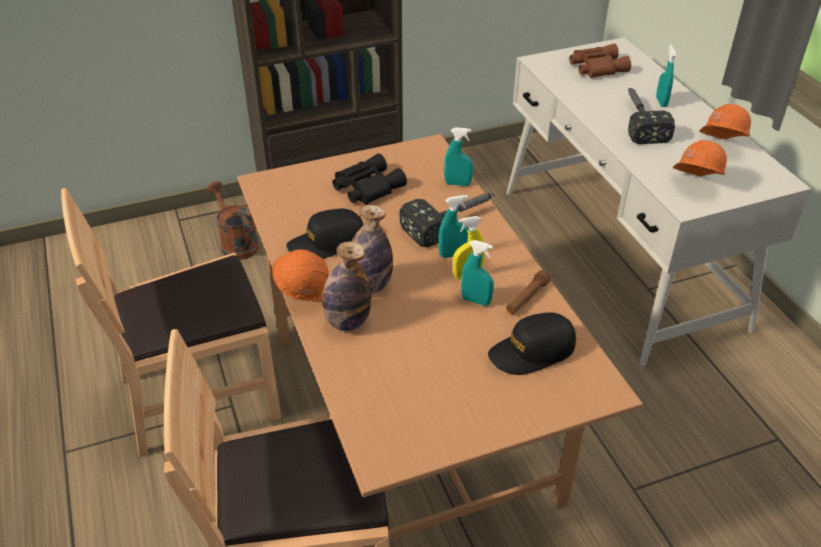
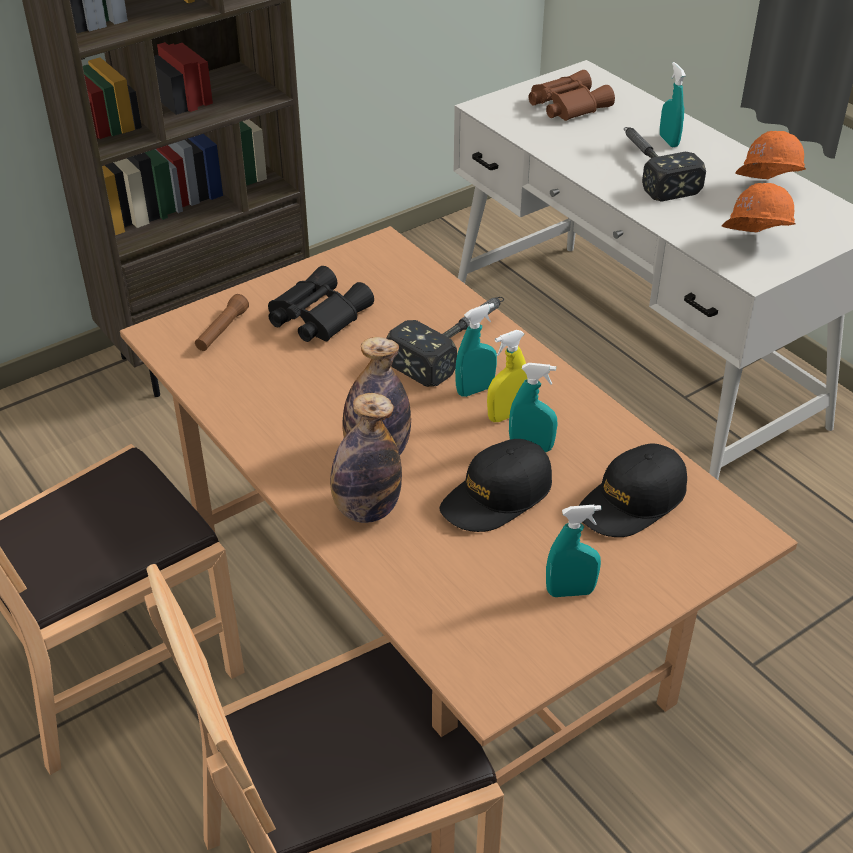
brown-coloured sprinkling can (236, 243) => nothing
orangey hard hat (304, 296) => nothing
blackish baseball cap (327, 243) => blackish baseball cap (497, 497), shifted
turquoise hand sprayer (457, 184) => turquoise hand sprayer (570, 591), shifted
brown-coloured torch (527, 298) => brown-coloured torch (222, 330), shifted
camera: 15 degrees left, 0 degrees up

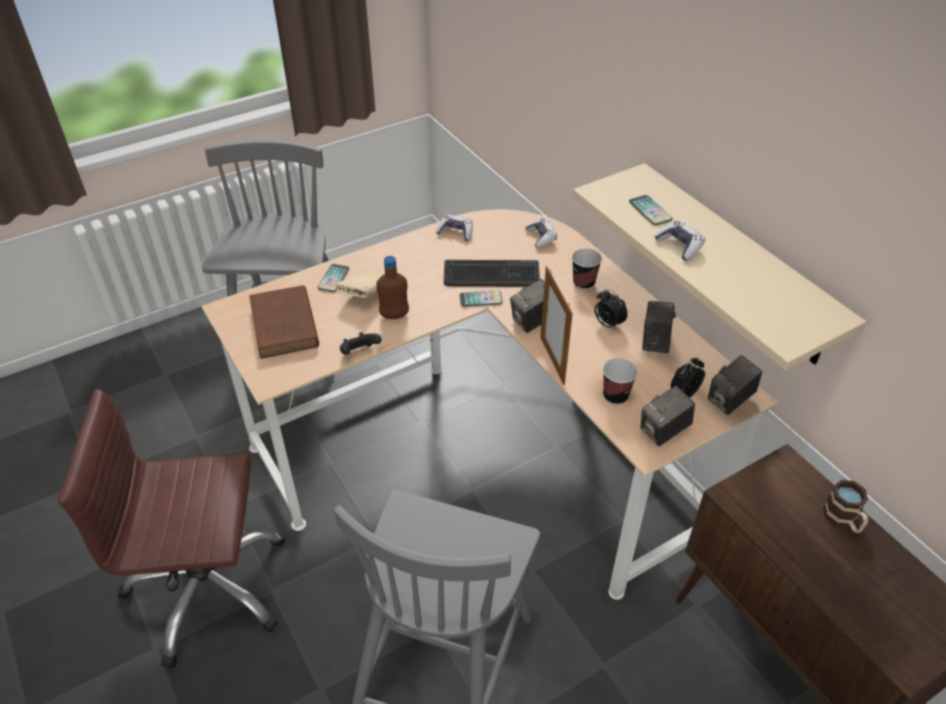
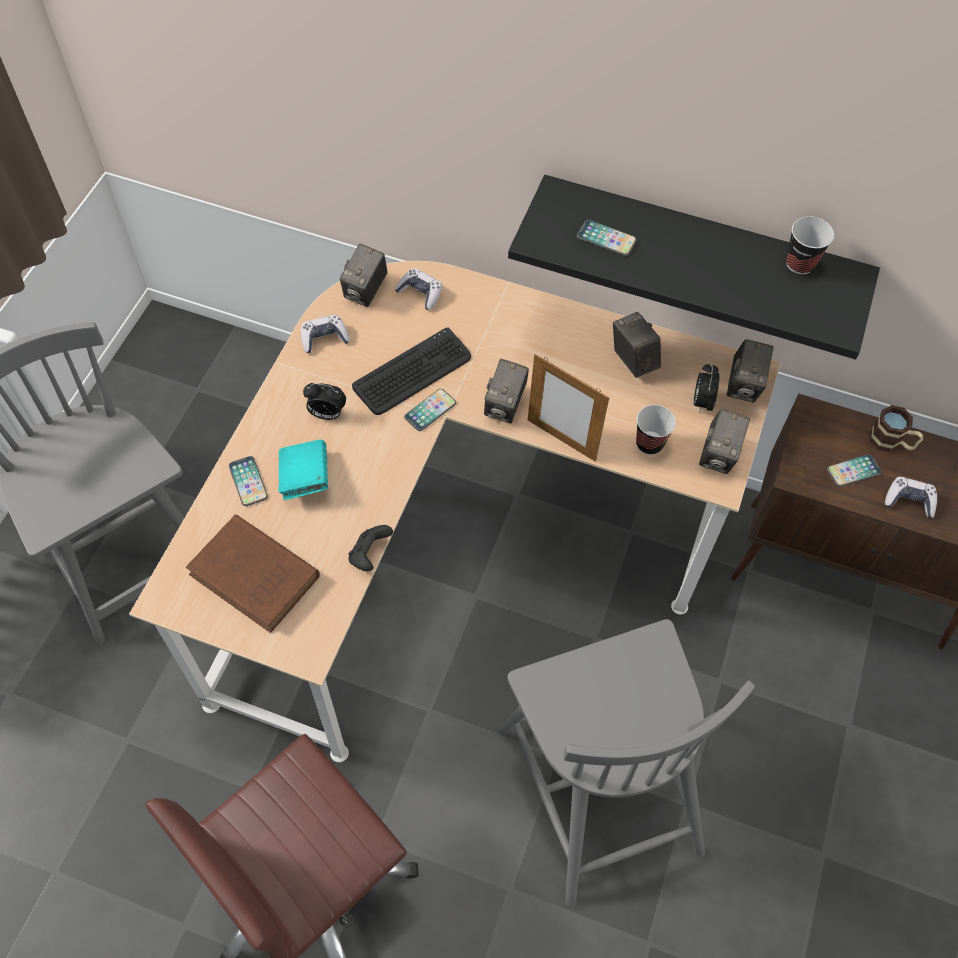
brown-coloured bottle (394, 315) => nothing
nothing => photo camera (365, 291)
nothing => handset (853, 471)
cup (583, 283) => cup (800, 264), shifted
bedside clock (607, 324) => bedside clock (326, 414), shifted
game controller (679, 246) => game controller (909, 501), shifted
sand-coloured bound book (366, 294) => turquoise bound book (305, 478)
sand-coloured bracket shelf (735, 264) => blackish bracket shelf (699, 250)
camera: 40 degrees left, 15 degrees up

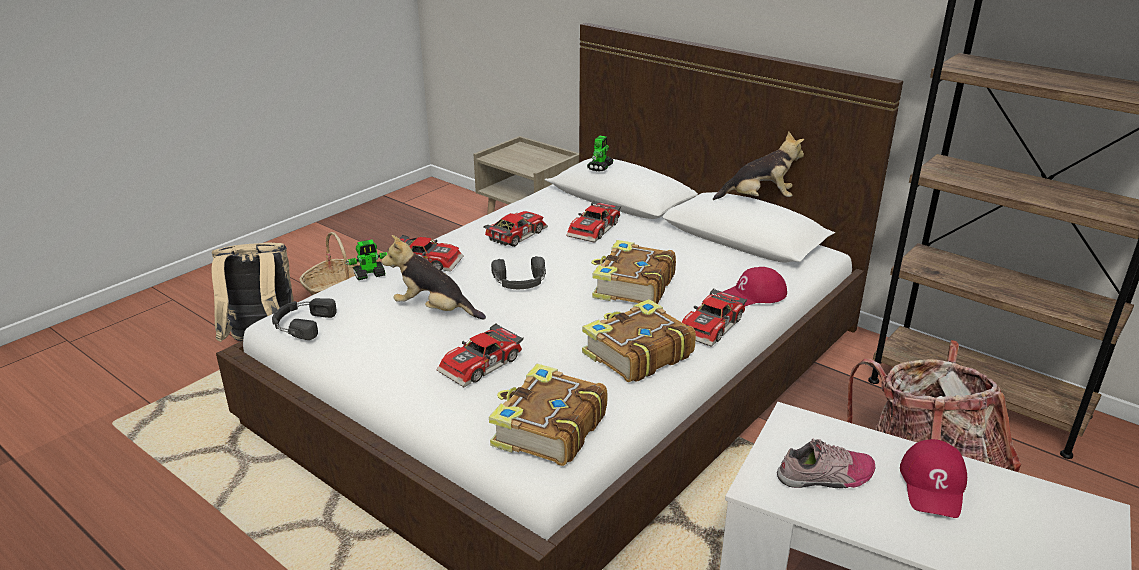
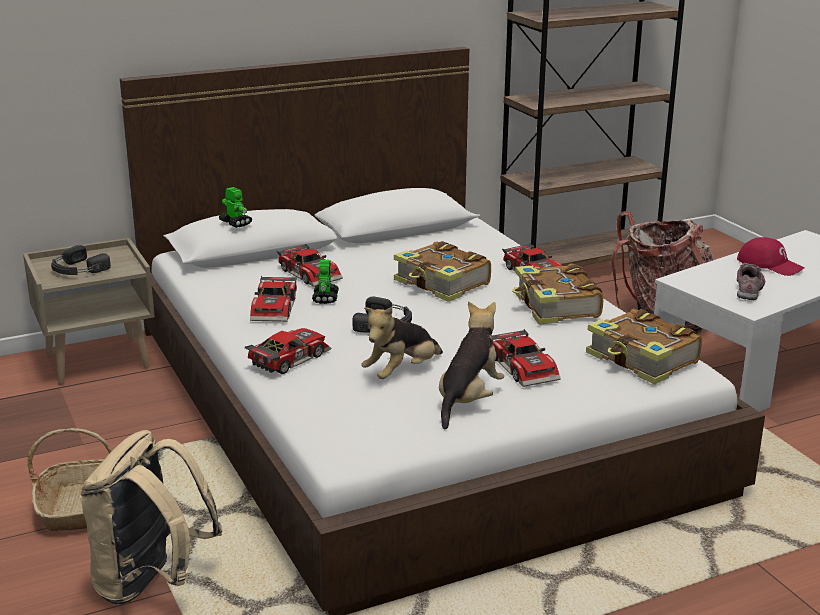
red baseball cap (752, 295) => nothing
blackish pair of headphones (301, 323) => blackish pair of headphones (77, 269), shifted
toy robot (370, 275) => toy robot (325, 298), shifted
soft toy (759, 199) => soft toy (468, 400), shifted
miniature car (515, 234) => miniature car (276, 308), 150 degrees counterclockwise
camera: 65 degrees left, 5 degrees down

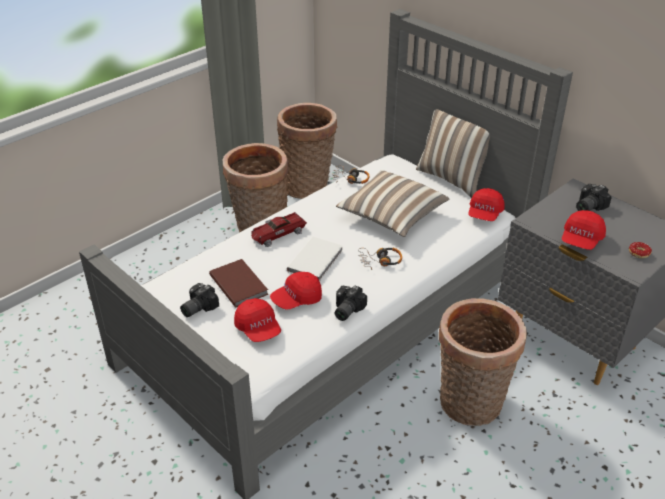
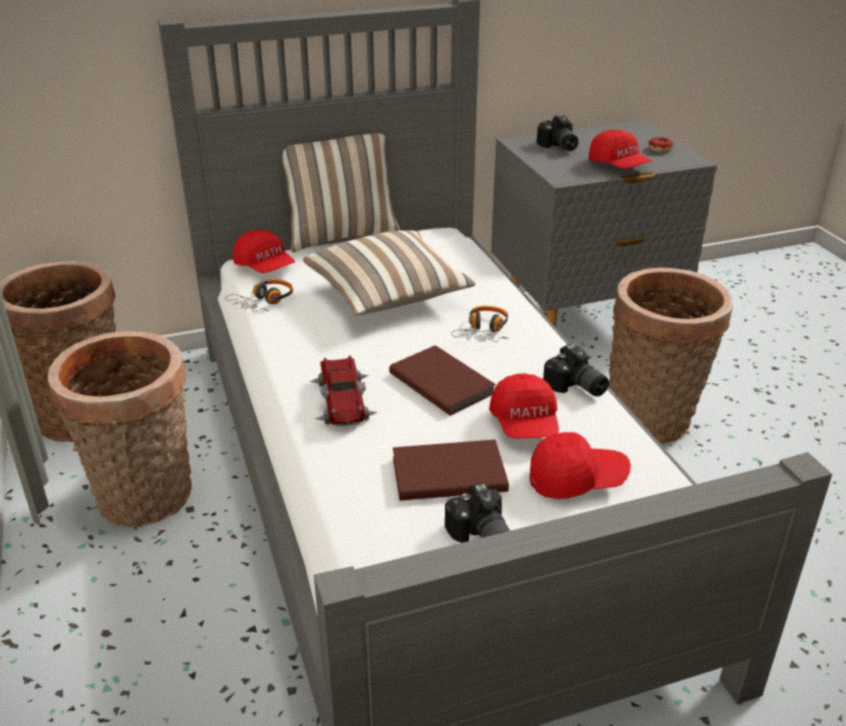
red baseball cap (484, 214) => red baseball cap (265, 266), shifted
white bound book (317, 261) => brown-coloured bound book (442, 382)
camera: 65 degrees left, 5 degrees down

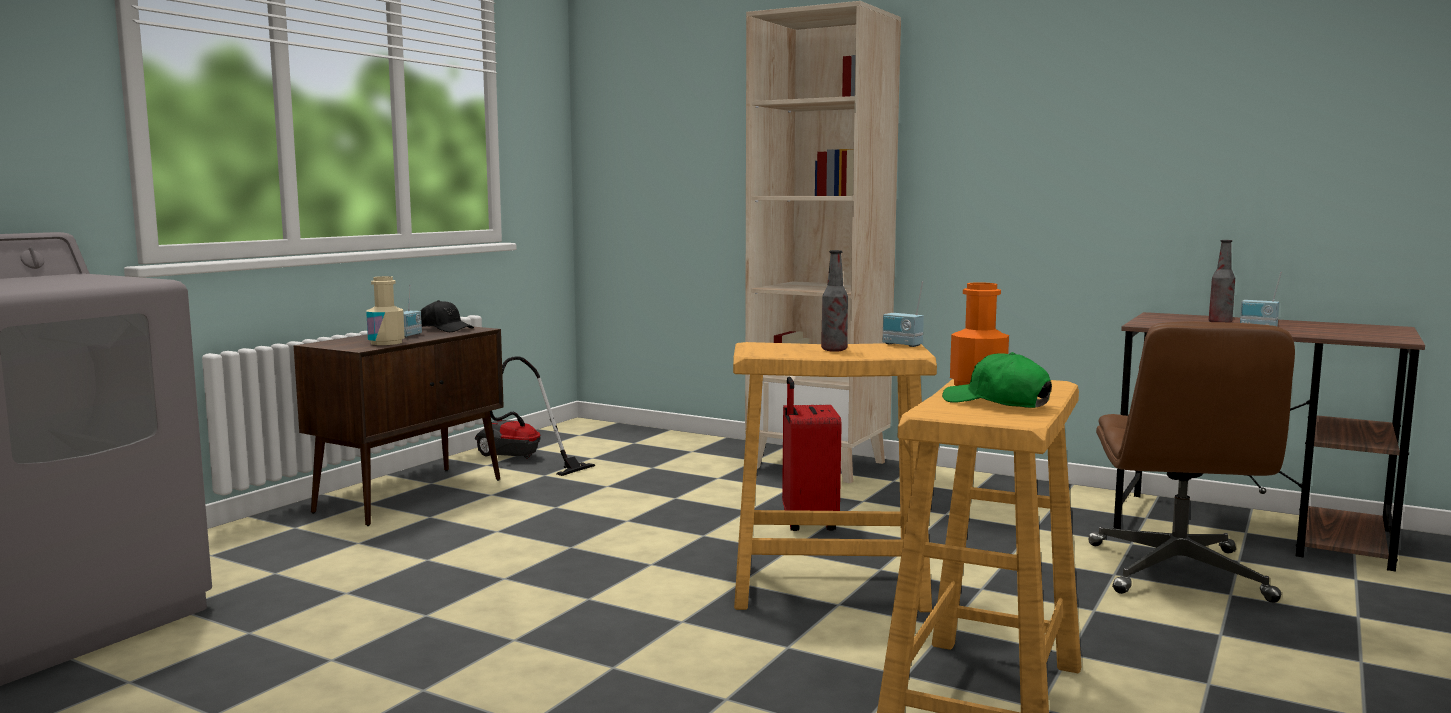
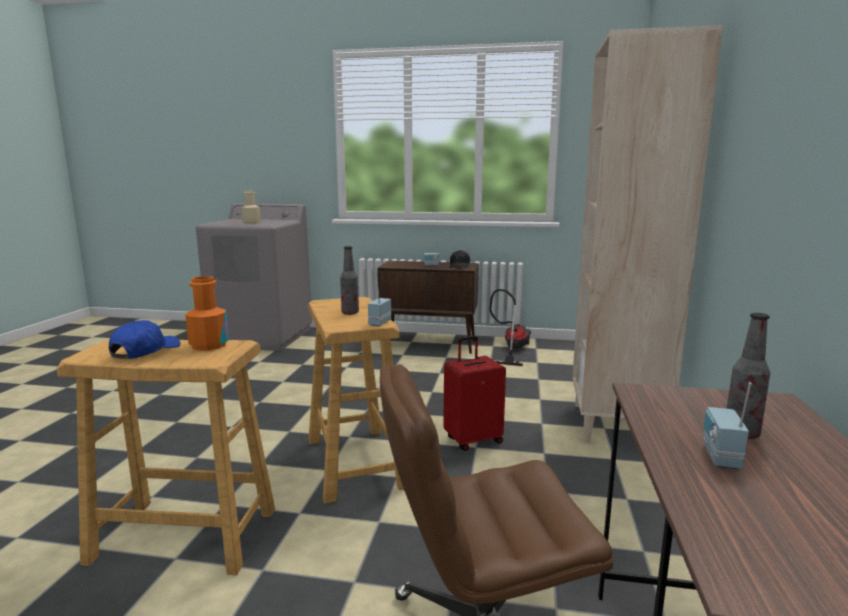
sand-coloured bottle (386, 342) => sand-coloured bottle (251, 223), shifted
green baseball cap (997, 403) => blue-coloured baseball cap (145, 351)
camera: 70 degrees right, 5 degrees up

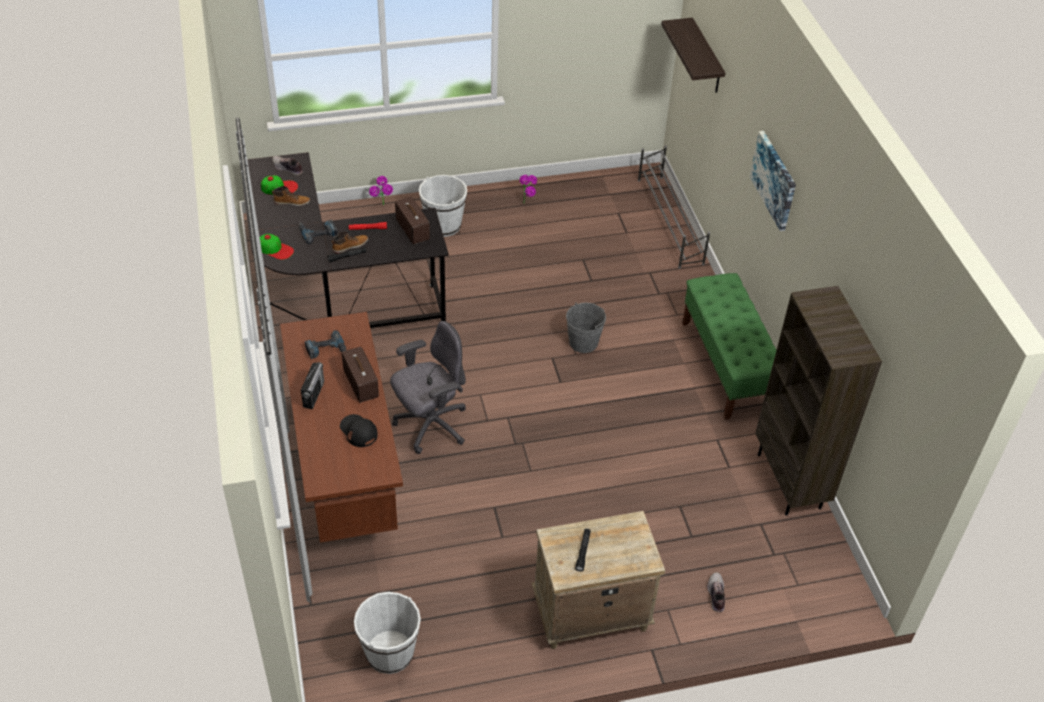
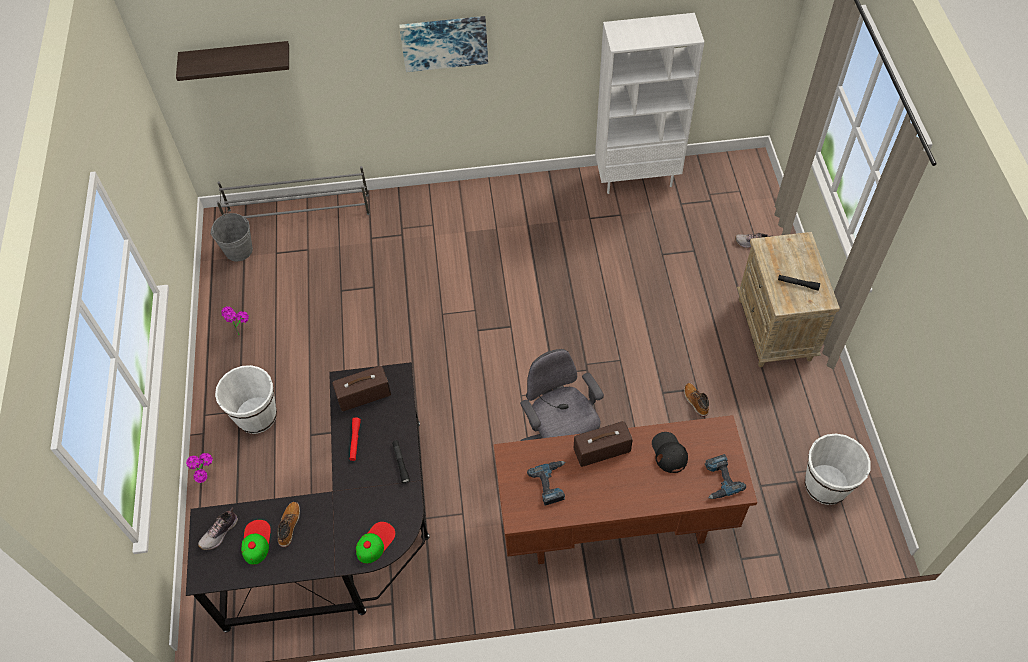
radio (313, 394) => nothing
green bench (726, 366) => nothing
power drill (318, 232) => power drill (719, 479), shifted
high-top boot (350, 246) => high-top boot (695, 401), shifted
greyish bucket (583, 342) => greyish bucket (239, 250), shifted
brown-coloured shelving unit (790, 481) => white shelving unit (637, 177)
blackish baseball cap (358, 431) => blackish baseball cap (669, 453), 105 degrees clockwise
camera: 80 degrees left, 10 degrees up

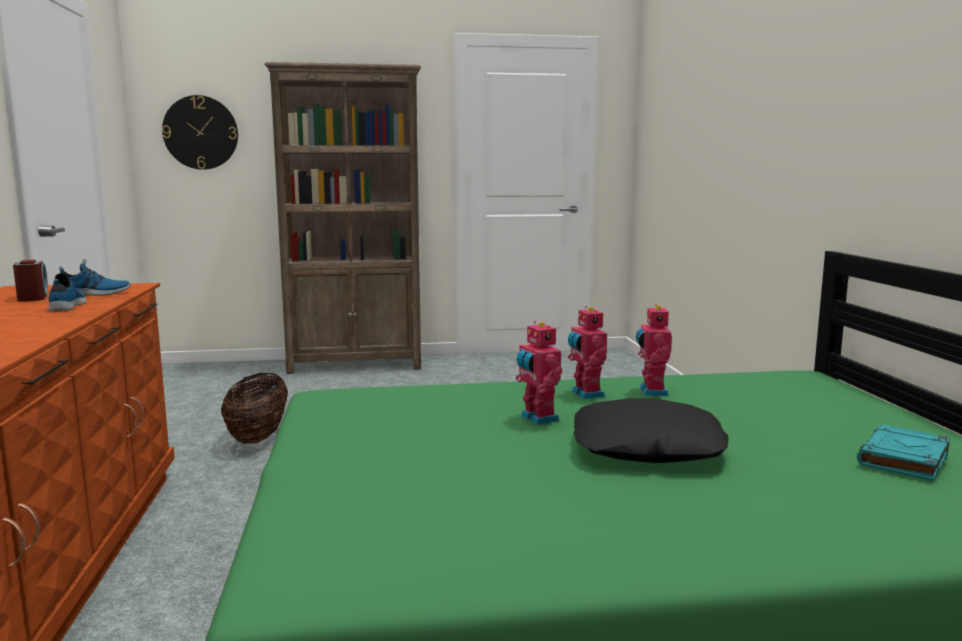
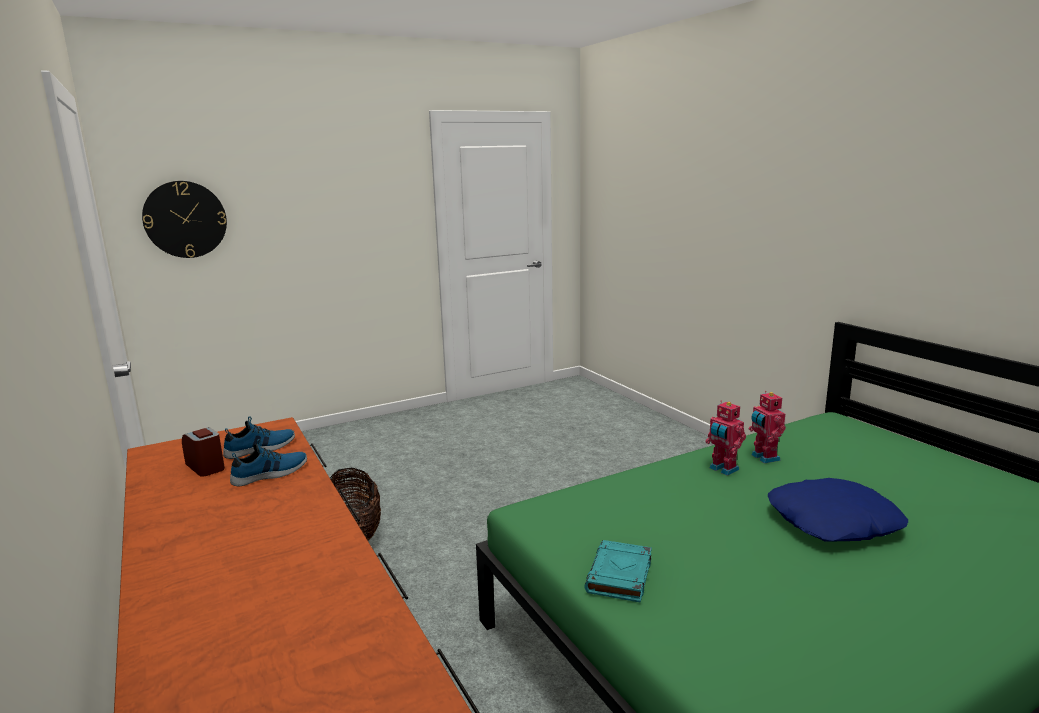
brown-coloured shelving unit (356, 365) => nothing
toy robot (537, 418) => nothing
turquoise bound book (903, 459) => turquoise bound book (619, 576), shifted
blackish pillow (646, 448) => blue-coloured pillow (834, 522)
shoe (68, 305) => shoe (270, 474), 90 degrees clockwise
camera: 20 degrees left, 5 degrees up

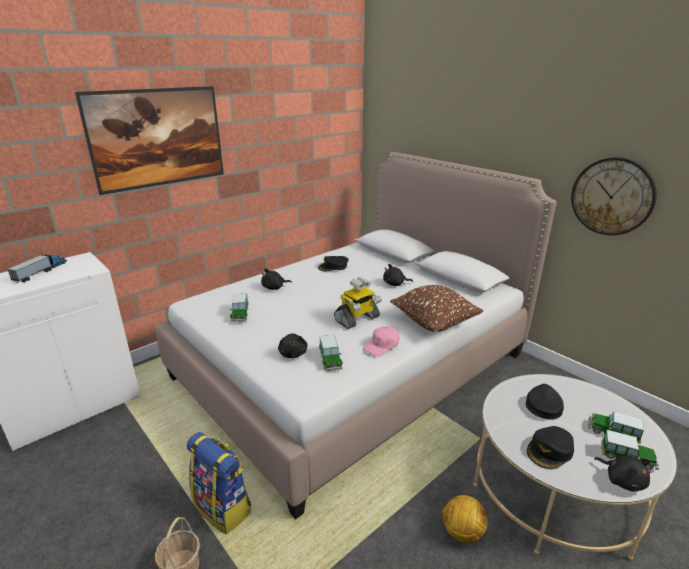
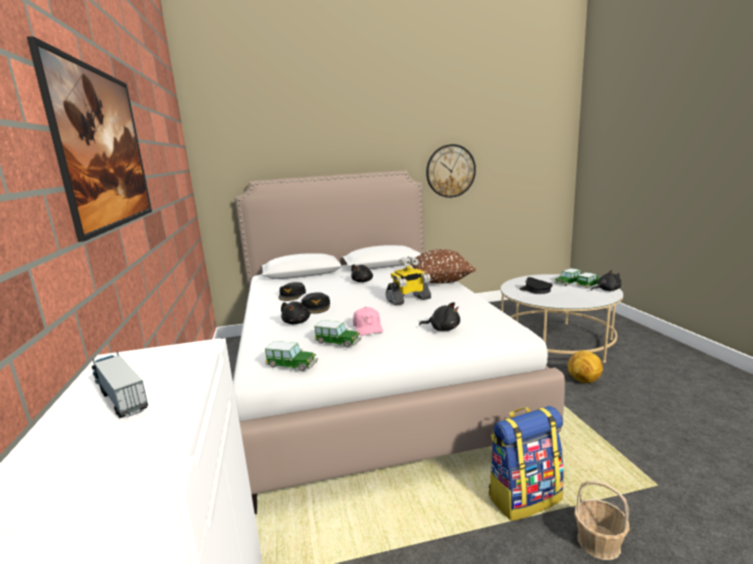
miniature car (330, 360) => miniature car (292, 365), shifted
pink baseball cap (382, 346) => pink baseball cap (368, 328), shifted
blackish baseball cap (550, 451) => blackish baseball cap (316, 307), shifted
toy robot (357, 319) => toy robot (408, 300), 75 degrees clockwise
camera: 60 degrees left, 10 degrees down

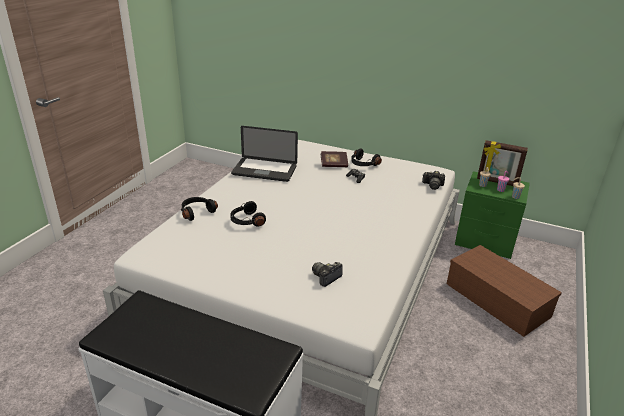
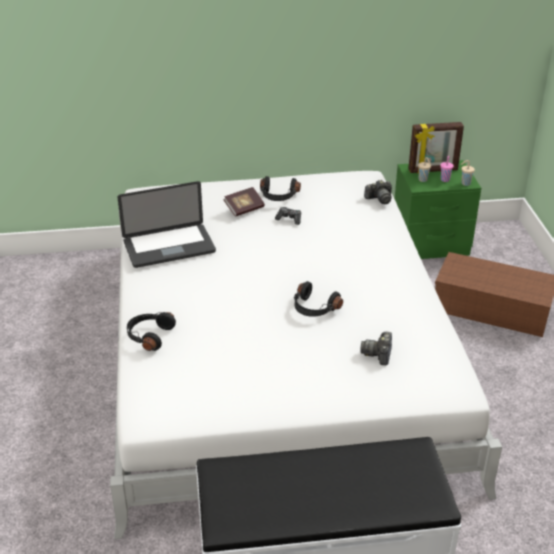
blackish pair of headphones (246, 221) => blackish pair of headphones (314, 308), shifted
camera: 30 degrees left, 5 degrees up

